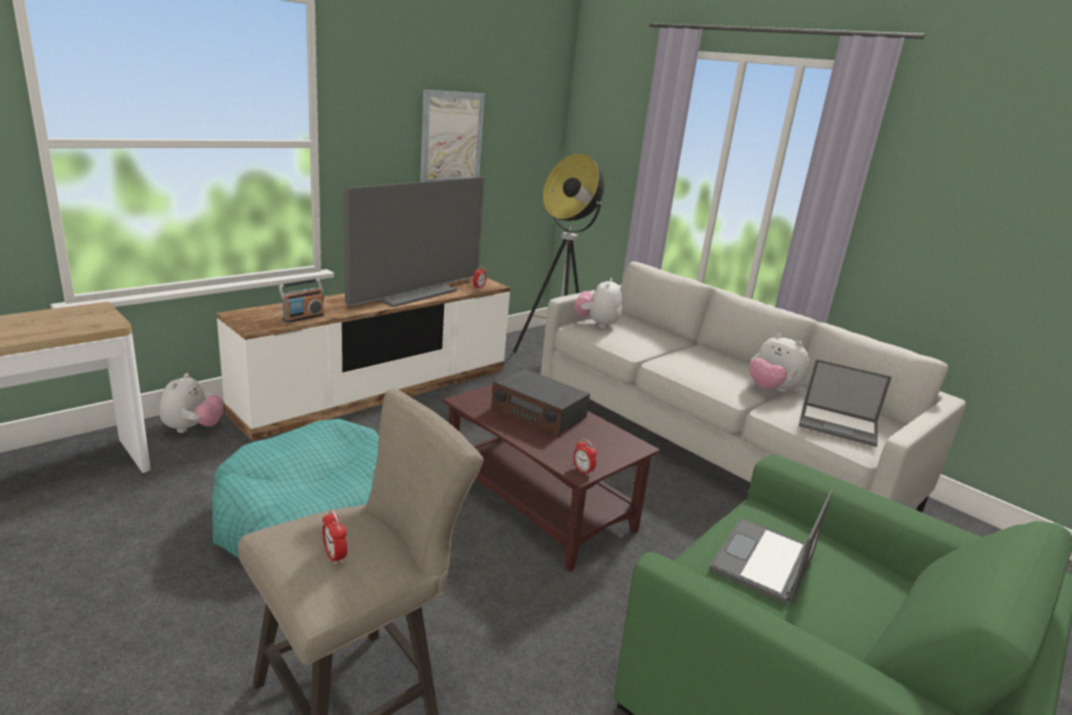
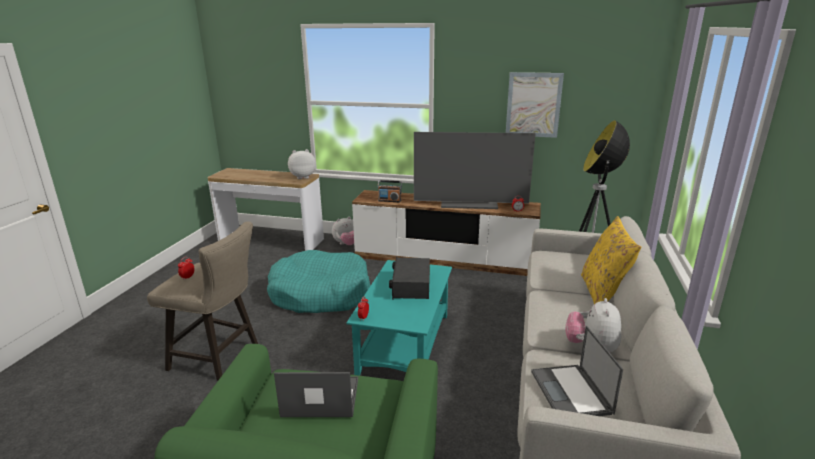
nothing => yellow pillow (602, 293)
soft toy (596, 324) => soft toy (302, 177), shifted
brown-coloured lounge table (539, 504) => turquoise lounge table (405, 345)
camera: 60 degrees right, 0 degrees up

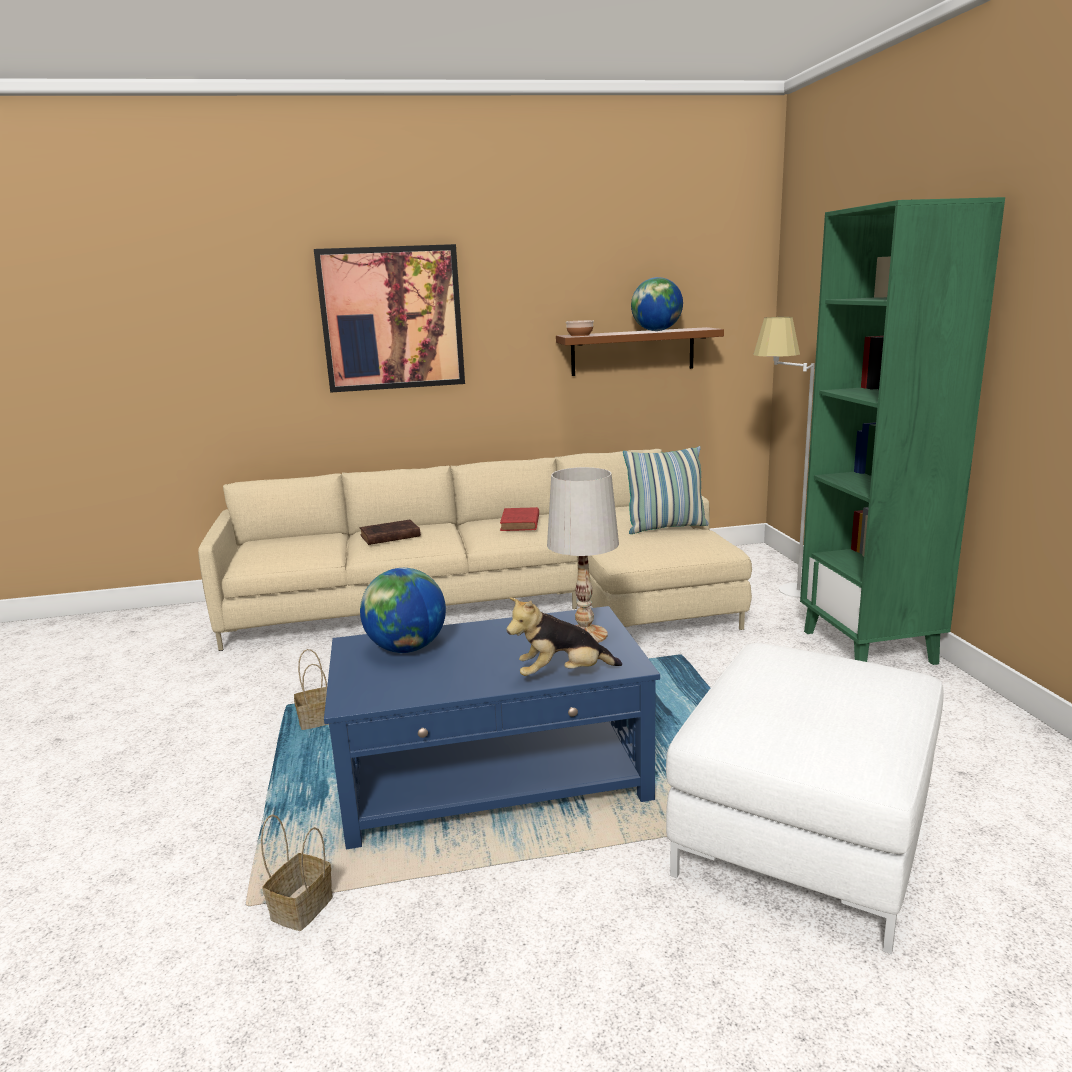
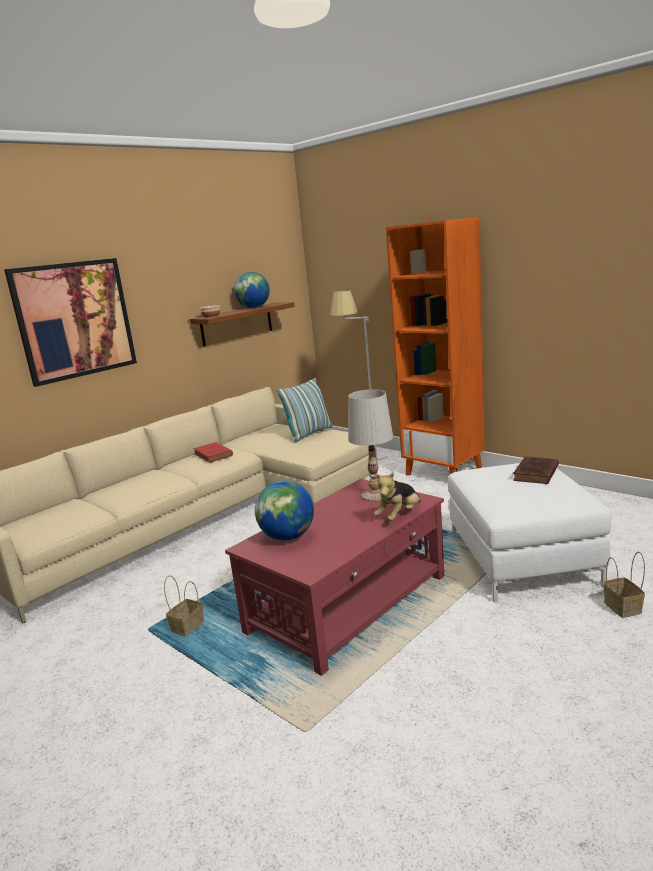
basket (301, 909) => basket (624, 608), shifted
brown-coloured bound book (388, 536) => brown-coloured bound book (535, 474), shifted
blue-coloured lounge table (495, 776) => red lounge table (349, 603)
green shelving unit (869, 647) => orangey shelving unit (444, 472)
camera: 35 degrees left, 0 degrees up

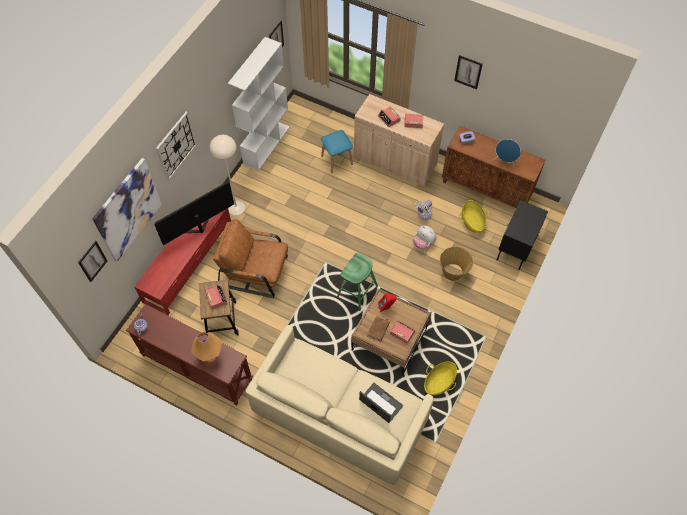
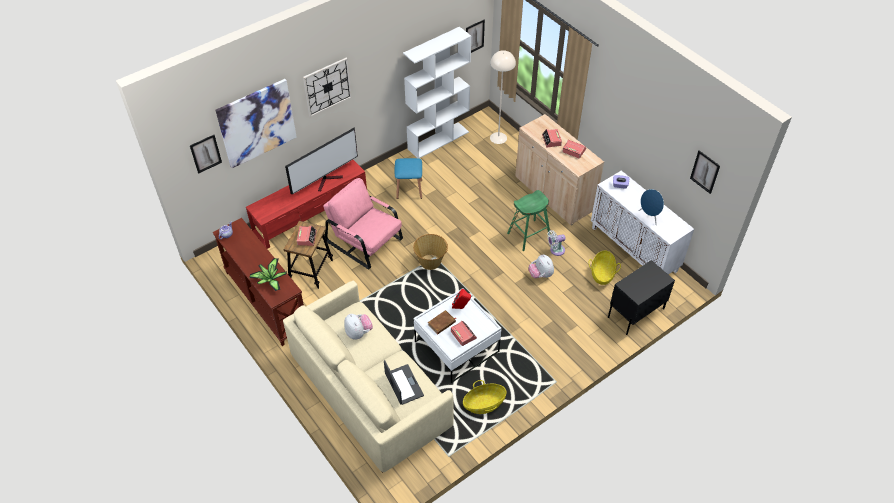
nothing => soft toy (358, 333)
sand-coloured standard lamp (236, 207) => sand-coloured standard lamp (498, 138), shifted
blue-coloured sitting stool (337, 160) => blue-coloured sitting stool (409, 189), shifted
green sitting stool (357, 291) => green sitting stool (529, 235), shifted
basket (453, 272) => basket (430, 262), shifted
wall art (468, 72) => wall art (705, 172), shifted
orangey tabletop lamp (210, 356) => potted plant (270, 279)
brown-coloured lounge chair (255, 271) => pink lounge chair (365, 240)
brown-coloured lounge table (389, 340) => white lounge table (456, 347)
brown-coloured storage cabinet (486, 188) => white storage cabinet (634, 249)
TV set (198, 229) => TV set (328, 180), 150 degrees clockwise
camera: 25 degrees right, 10 degrees down

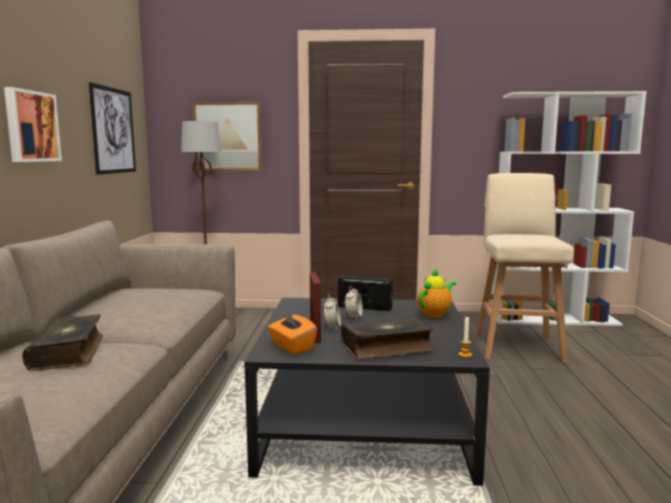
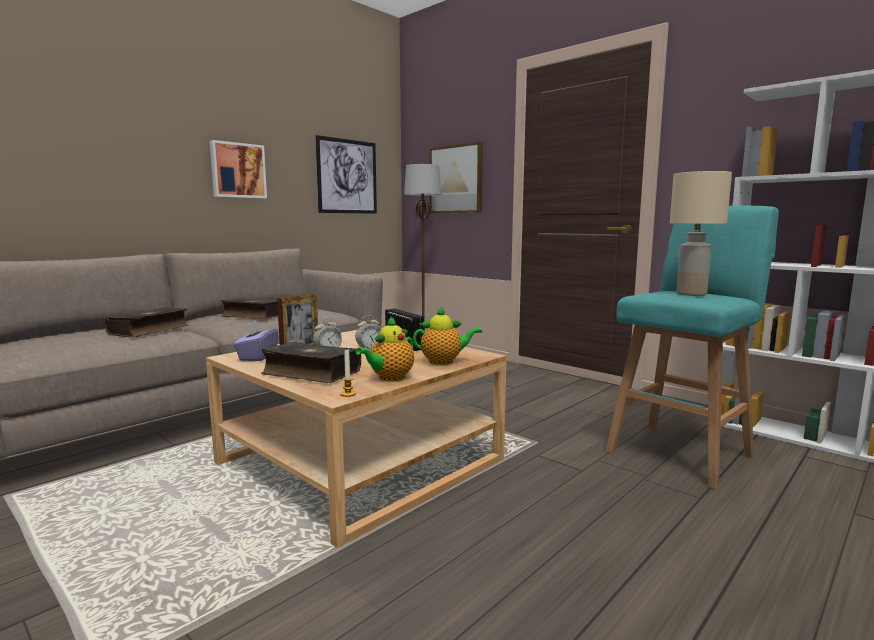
nothing => bound book (253, 316)
nothing => tea pot (389, 378)
nothing => sand-coloured tabletop lamp (690, 294)
blackish lounge table (364, 424) => sand-coloured lounge table (360, 462)
orangey box of tissues (292, 347) => purplish box of tissues (257, 356)
sand-coloured sitting stool (517, 346) => turquoise sitting stool (681, 452)
camera: 40 degrees right, 0 degrees up

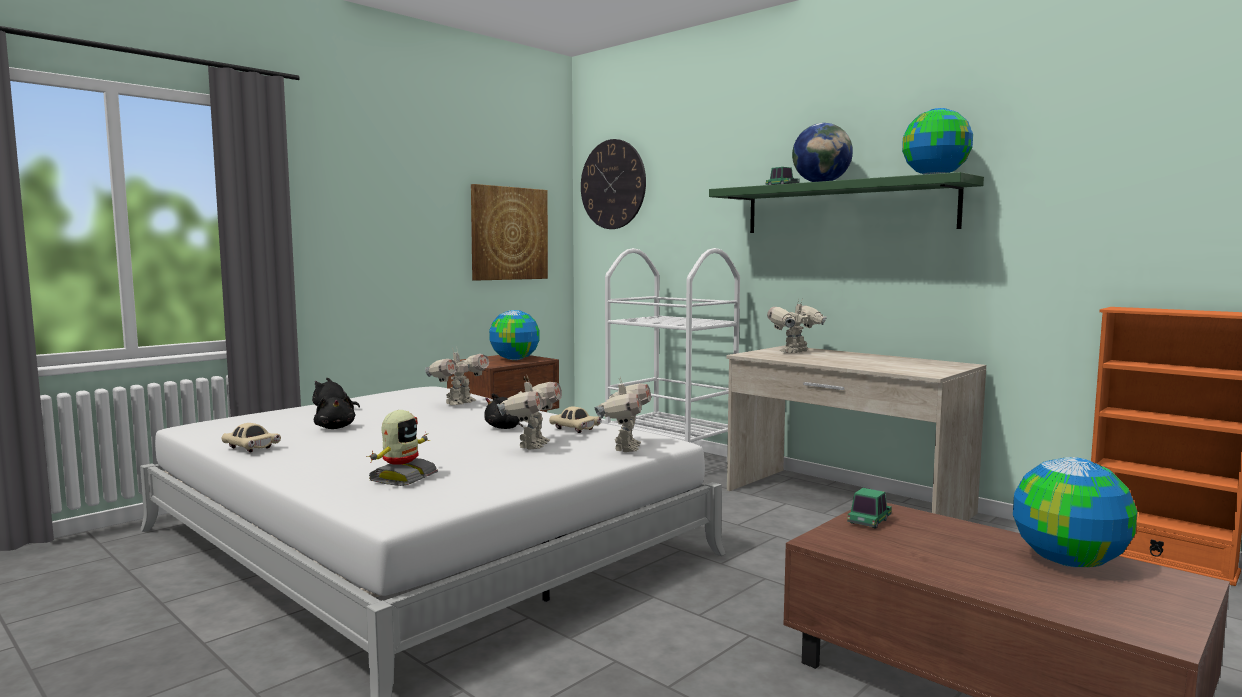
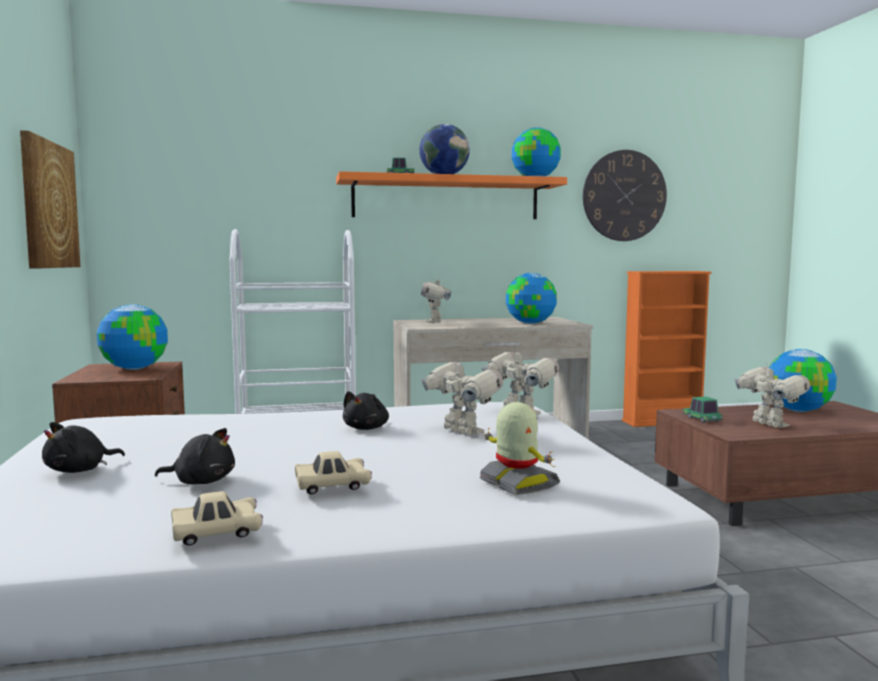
nothing => world globe (530, 323)
toy robot (459, 403) => toy robot (768, 425), shifted
sand-coloured miniature car (574, 429) => sand-coloured miniature car (332, 487), shifted
clock on the wall (613, 184) => clock on the wall (624, 196), shifted
green bracket shelf (846, 208) => orangey bracket shelf (446, 199)
camera: 55 degrees left, 0 degrees up

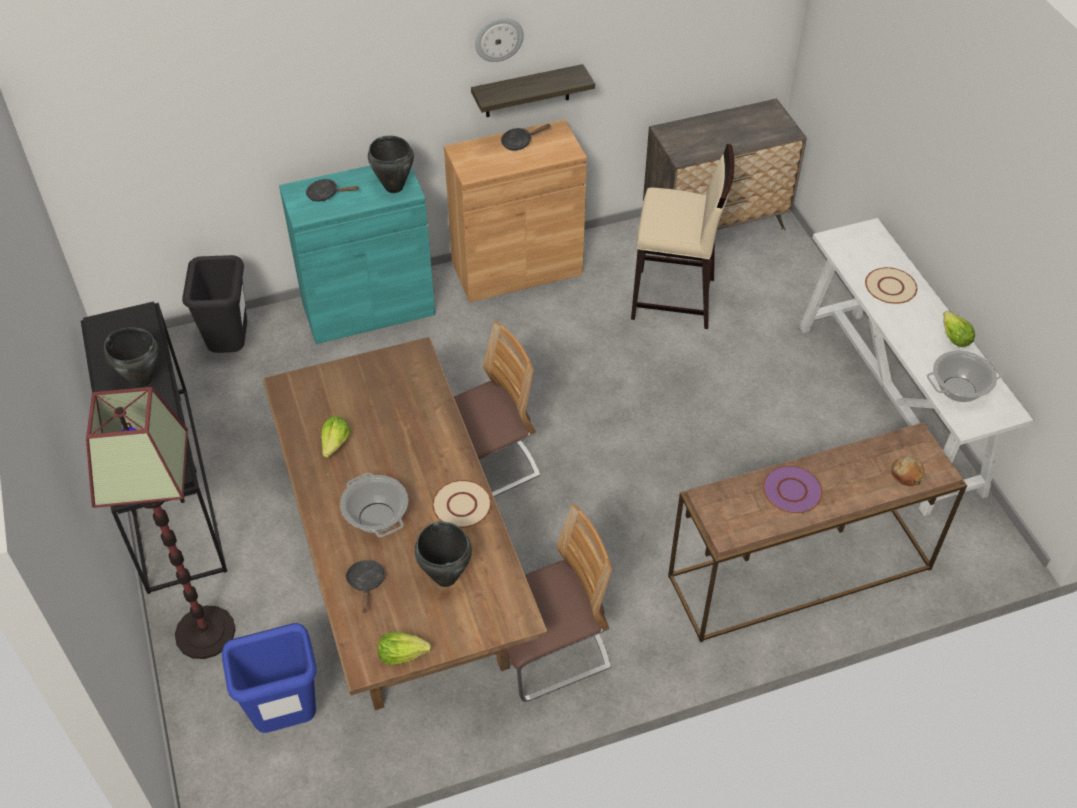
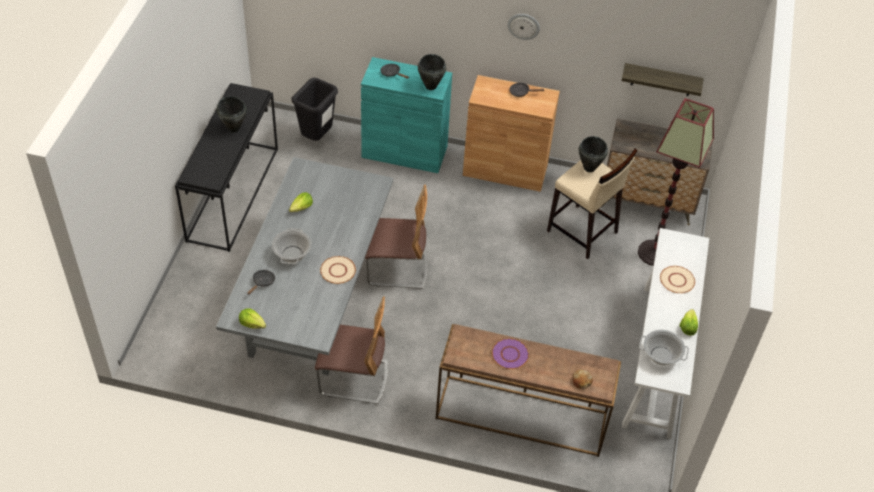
blue-coloured trash can (286, 719) => nothing
standard lamp (206, 633) => standard lamp (654, 253), shifted
blackish stockpot (445, 578) => blackish stockpot (589, 168), shifted
bracket shelf (527, 91) => bracket shelf (661, 80), shifted
brown-coloured dinner table (406, 576) => greyish dinner table (313, 302)
camera: 30 degrees right, 0 degrees up

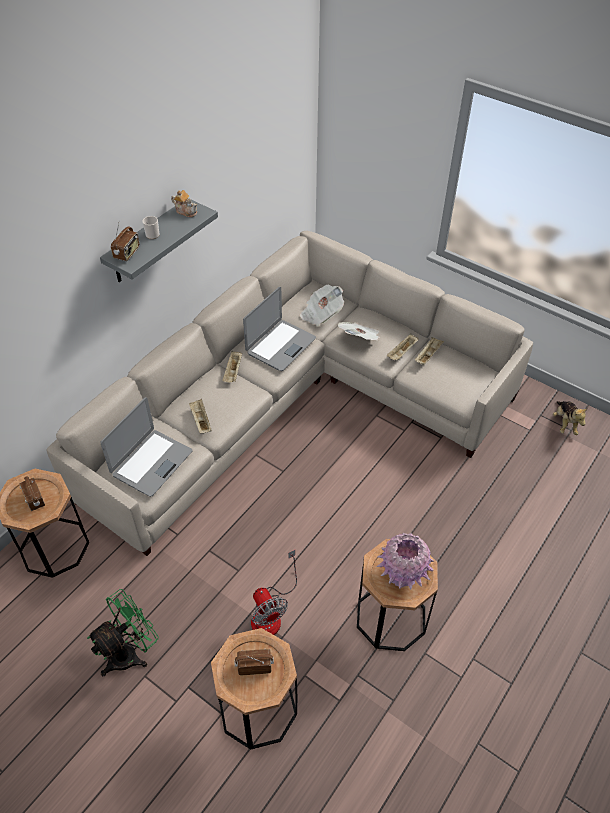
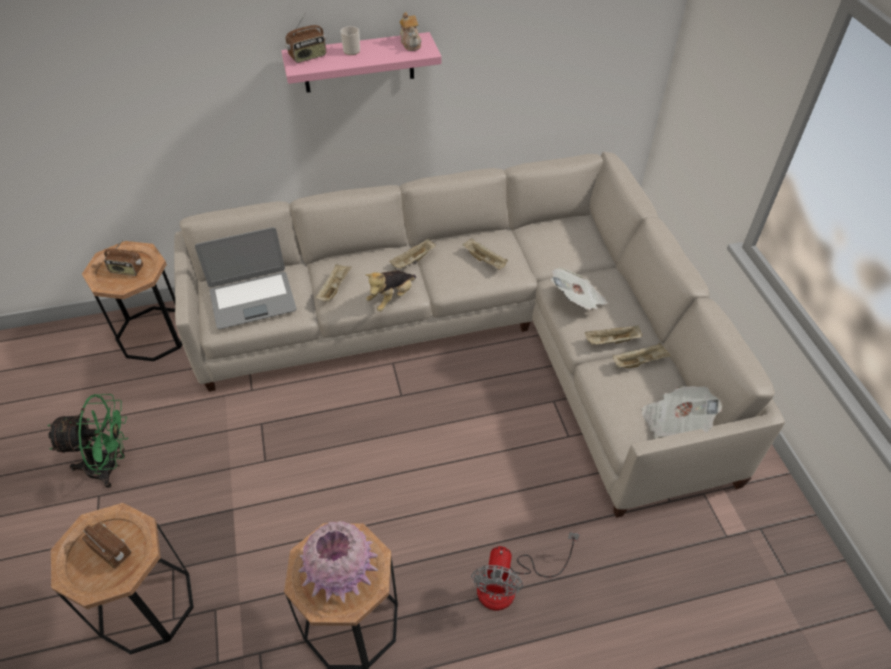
electric fan (271, 613) => electric fan (509, 584), shifted
printed paper (321, 314) => printed paper (674, 422), shifted
soft toy (564, 423) => soft toy (391, 298), shifted
laptop (280, 345) => sand-coloured carrying tray (485, 260)
greyish bracket shelf (148, 242) => pink bracket shelf (358, 63)
radio (34, 500) => radio (126, 270), 90 degrees counterclockwise
camera: 40 degrees right, 0 degrees up

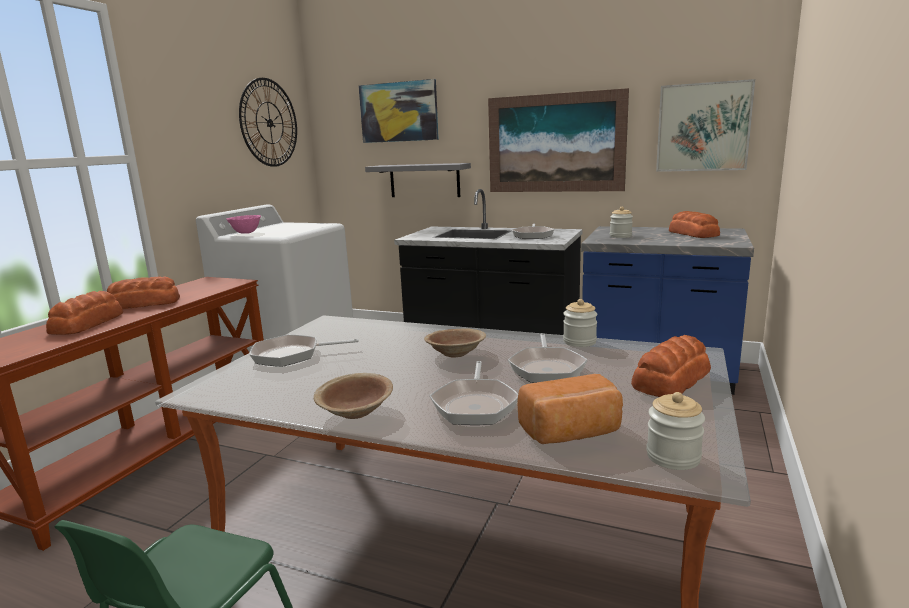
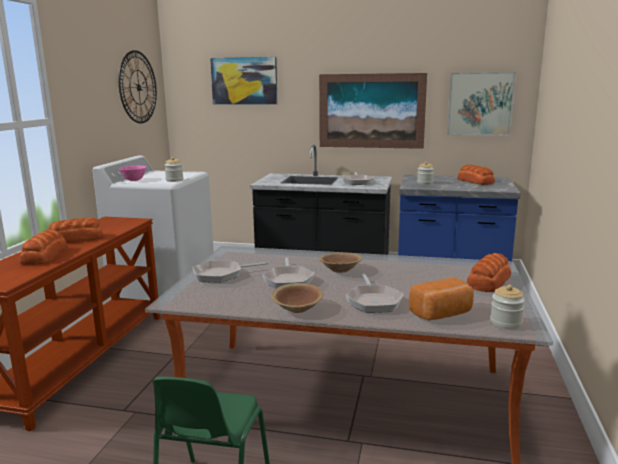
greyish bracket shelf (424, 180) => nothing
pan (547, 368) => pan (288, 280), shifted
storage jar (579, 341) => storage jar (174, 180), shifted
camera: 10 degrees left, 0 degrees up

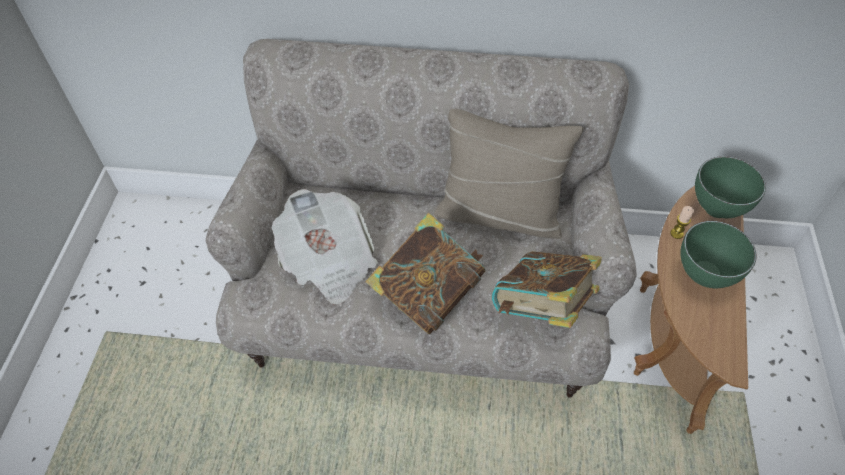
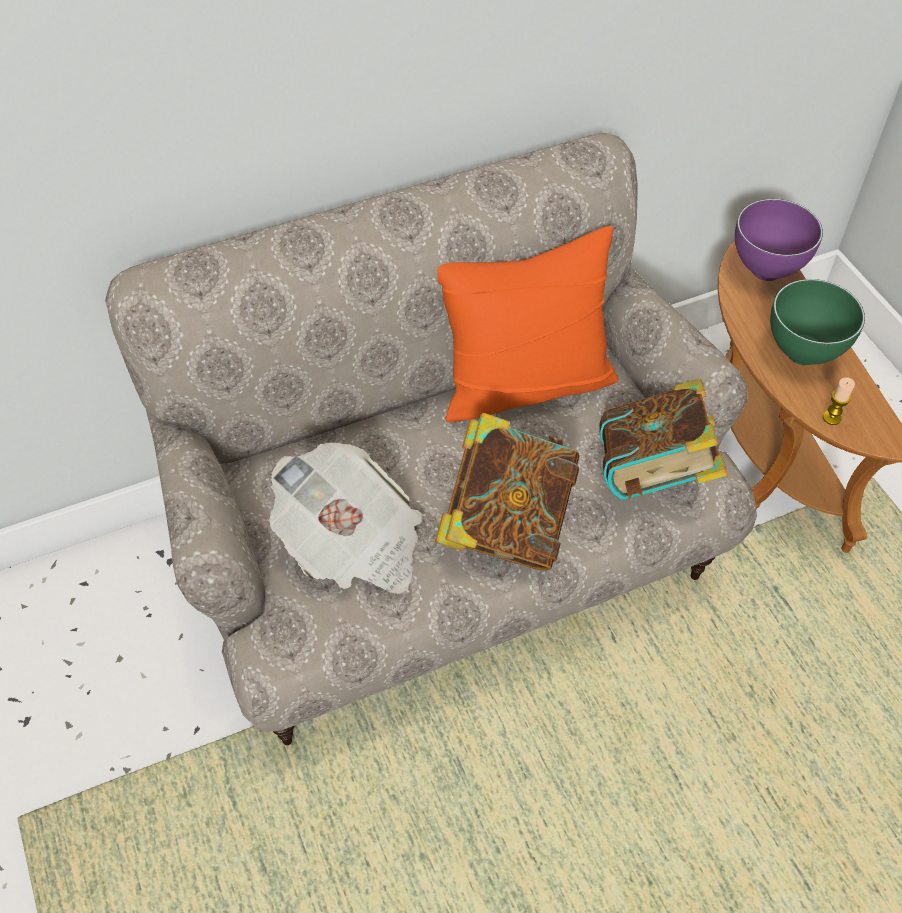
candle (676, 233) => candle (831, 418), shifted
sand-coloured pillow (499, 214) => orangey pillow (525, 385)
green deep dish (714, 209) => purplish deep dish (763, 271)
camera: 30 degrees left, 0 degrees up

